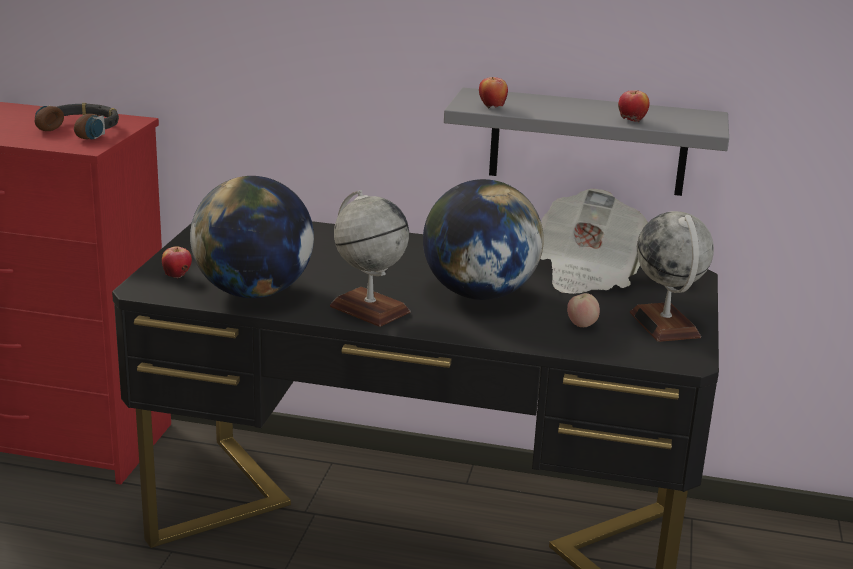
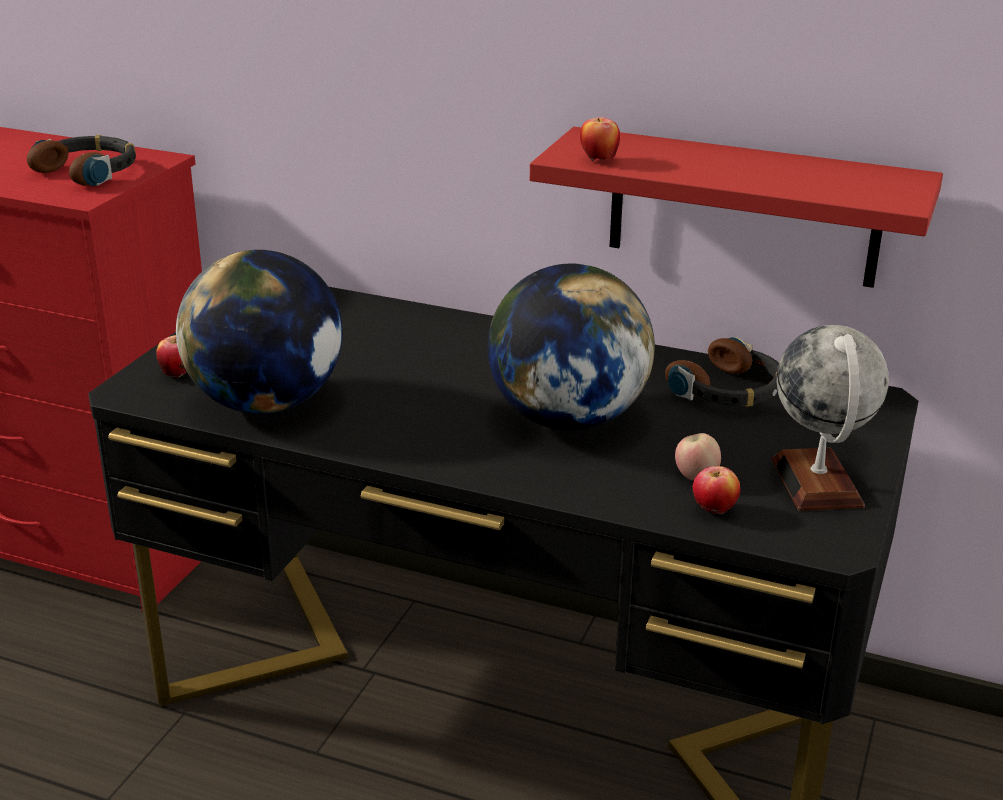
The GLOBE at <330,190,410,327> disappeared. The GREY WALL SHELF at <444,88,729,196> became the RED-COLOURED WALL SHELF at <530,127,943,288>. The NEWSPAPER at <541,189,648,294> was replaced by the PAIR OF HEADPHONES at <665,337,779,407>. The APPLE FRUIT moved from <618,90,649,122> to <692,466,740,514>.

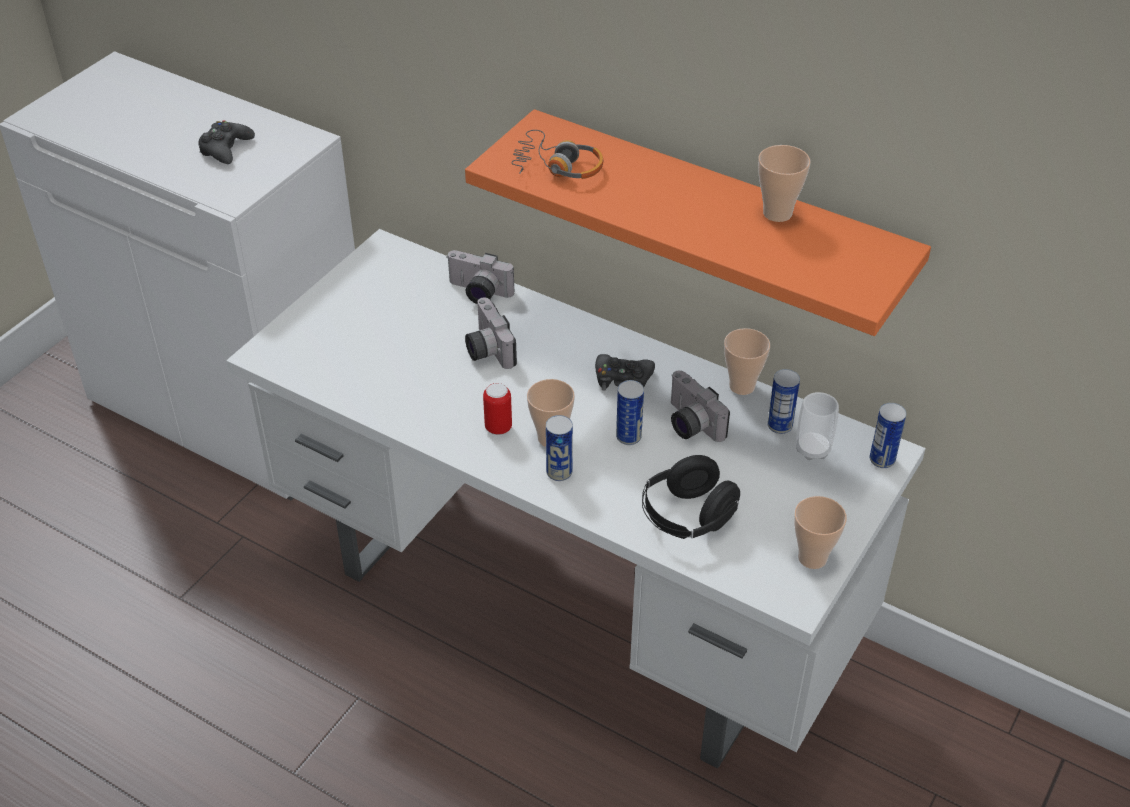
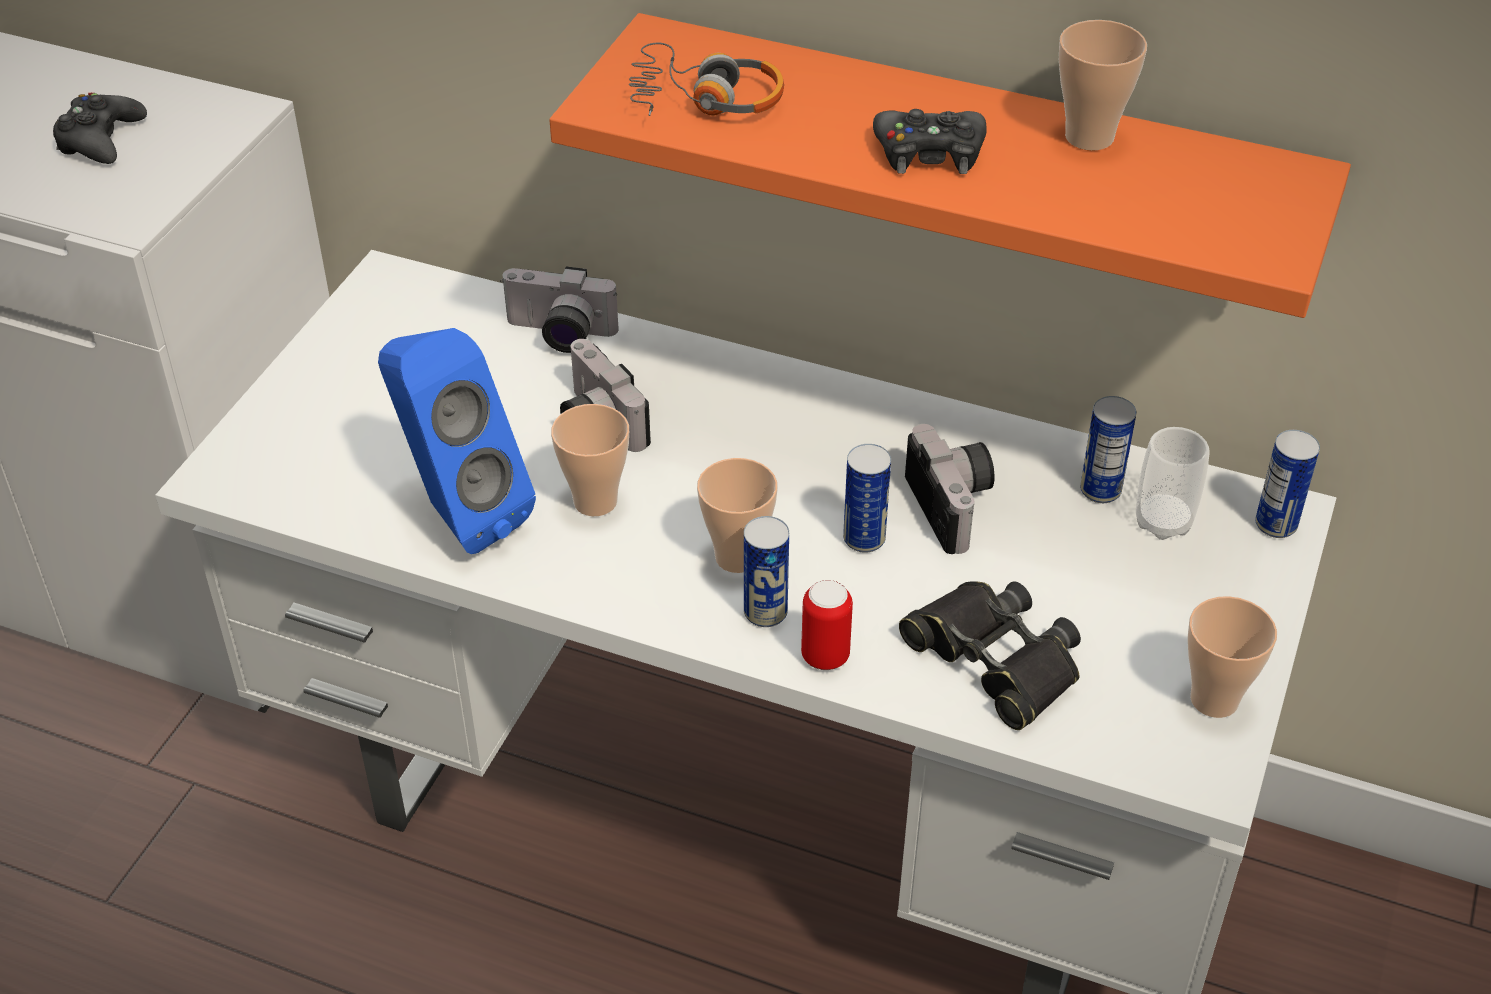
The METAL CAN moved from <483,383,512,435> to <801,580,853,670>. The BLACK JOYPAD moved from <595,354,655,391> to <873,109,987,174>. The BLACK PAIR OF HEADPHONES at <642,455,740,539> was replaced by the BLACK PAIR OF BINOCULARS at <899,581,1081,730>. The PHOTO CAMERA at <671,370,730,442> turned 150 degrees counterclockwise. The CUP moved from <724,328,770,395> to <551,404,629,517>. The BLUE-COLOURED SPEAKER at <378,328,536,554> appeared.

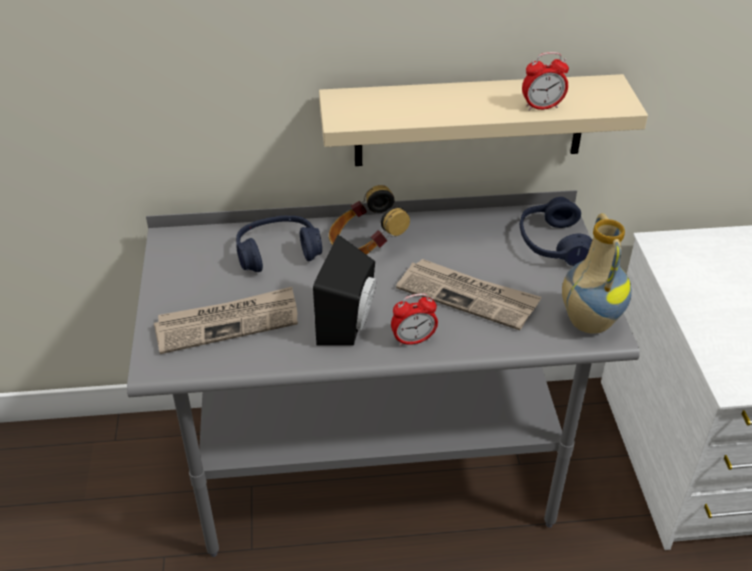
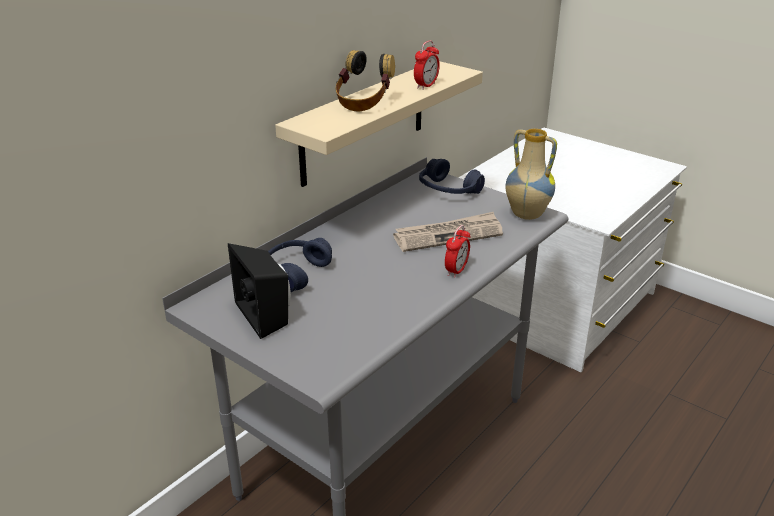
The NEWSPAPER at <154,287,298,354> disappeared. The BLACK SPEAKER moved from <313,235,376,345> to <228,243,291,339>. The PAIR OF HEADPHONES moved from <329,185,410,255> to <336,50,395,111>.

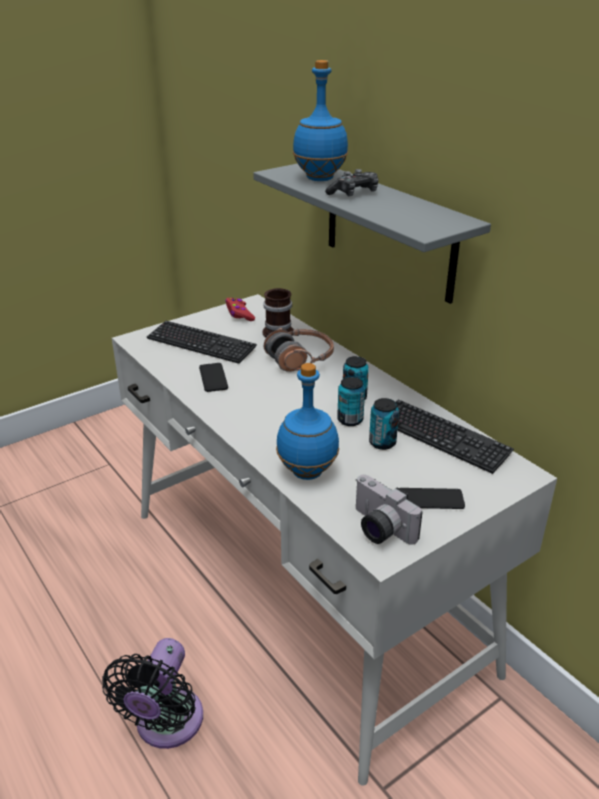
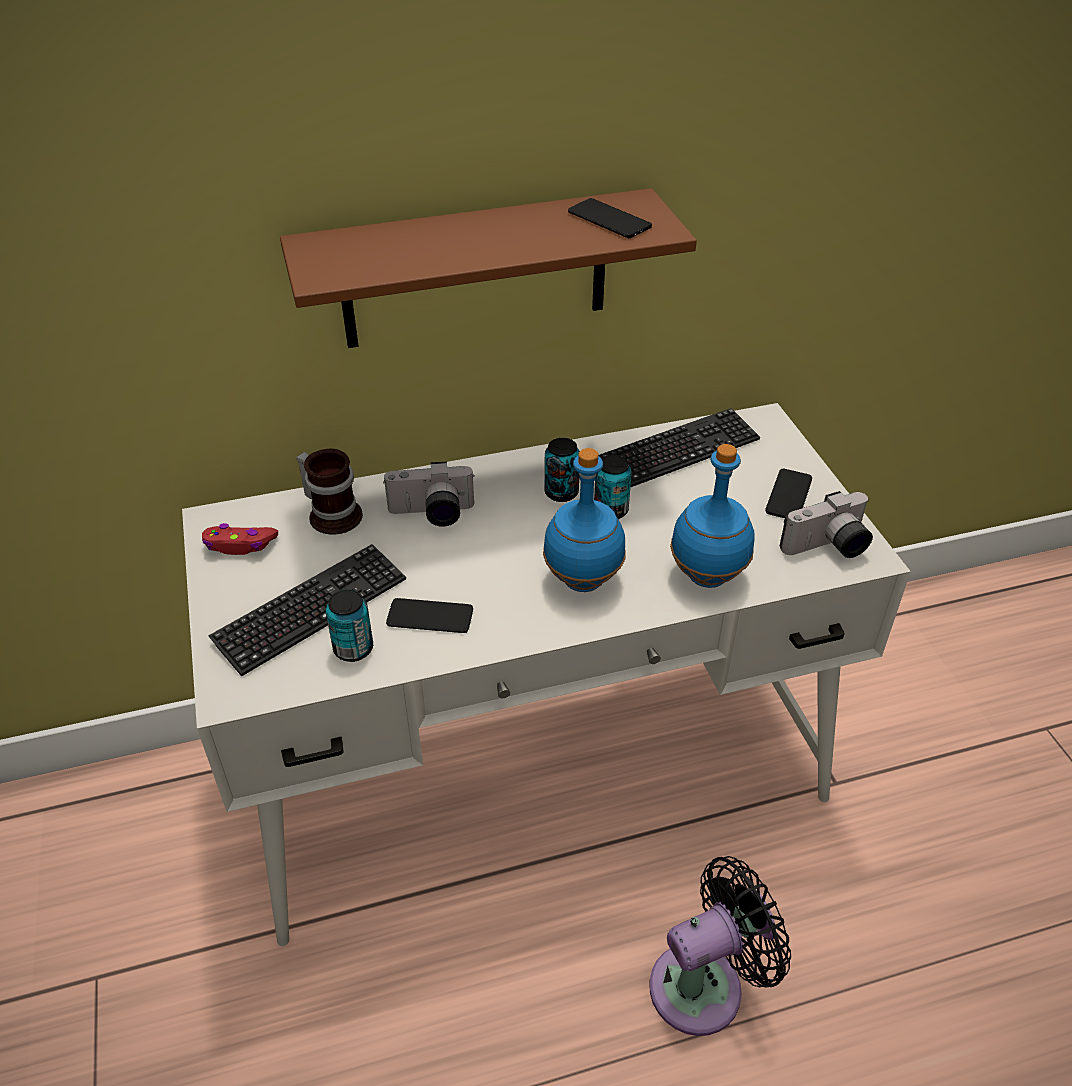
The BLACK FAN at <102,638,203,749> turned 60 degrees counterclockwise. The GREY WALL SHELF at <253,163,491,304> became the BROWN-COLOURED WALL SHELF at <280,188,697,348>. The PAIR OF HEADPHONES at <264,328,334,372> was replaced by the PHOTO CAMERA at <383,461,475,527>. The BLUE-COLOURED BEVERAGE BOTTLE moved from <293,60,348,181> to <543,448,626,592>. The JOYPAD at <325,169,379,196> disappeared. The METAL CAN moved from <369,398,399,450> to <326,589,373,662>. The TELEPHONE at <568,198,652,238> appeared.

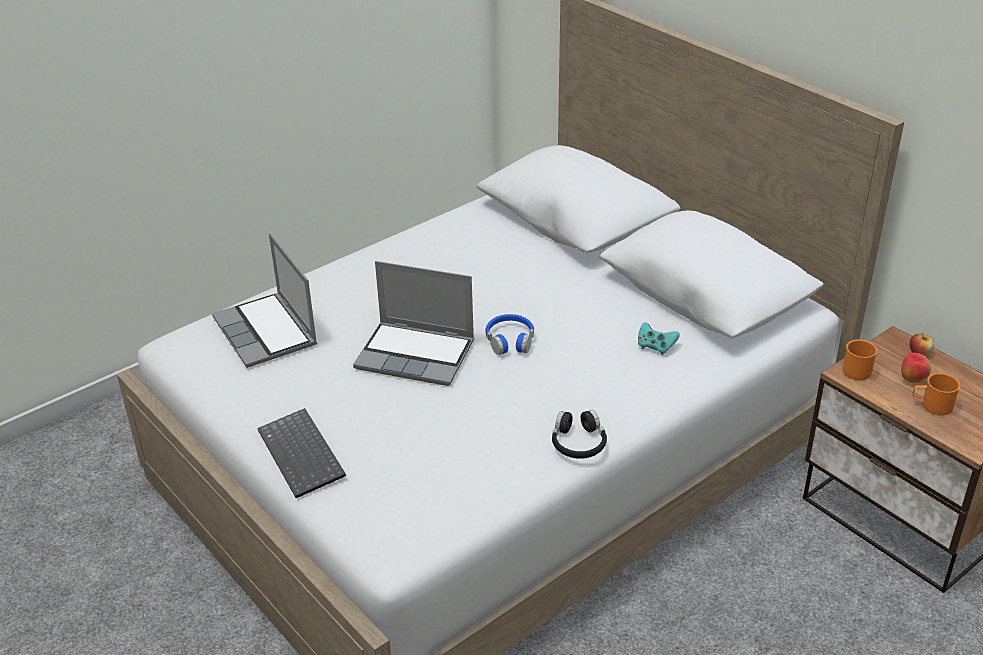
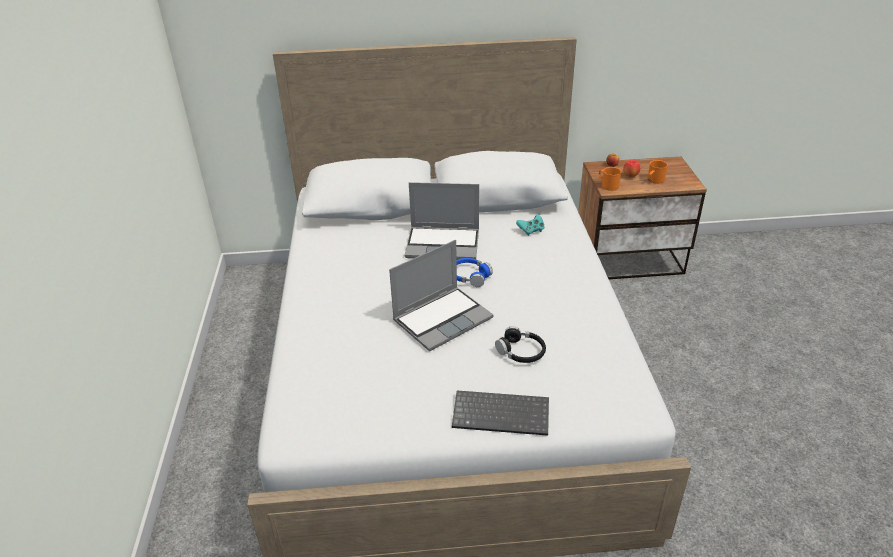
The NOTEBOOK COMPUTER moved from <212,233,317,368> to <405,182,479,260>. The BLACK PAIR OF HEADPHONES moved from <552,410,607,459> to <495,326,546,363>.

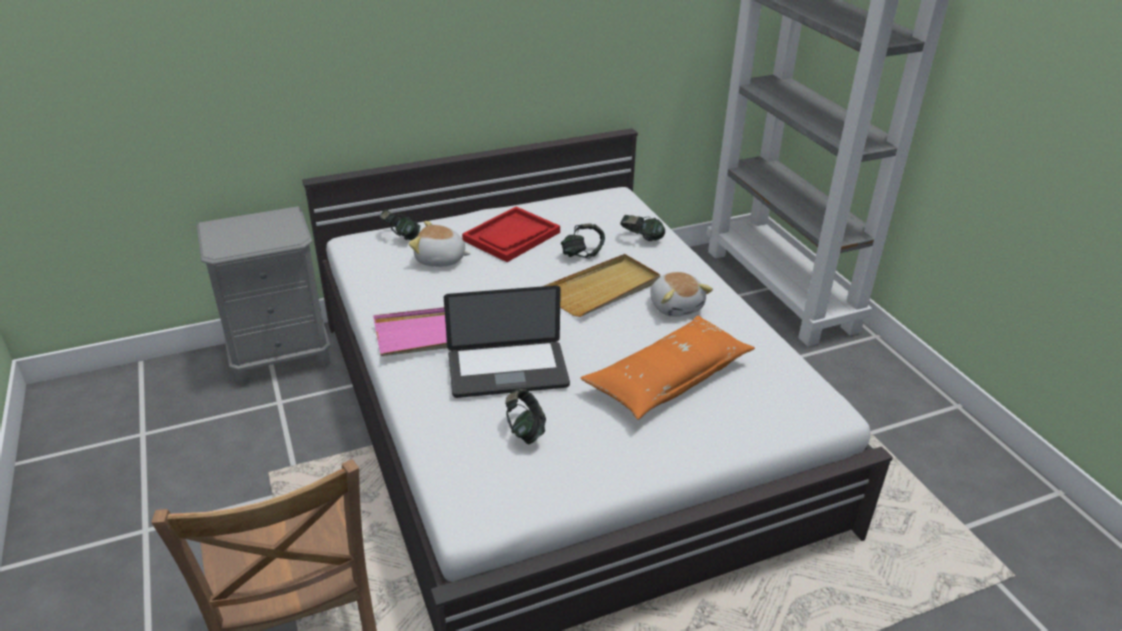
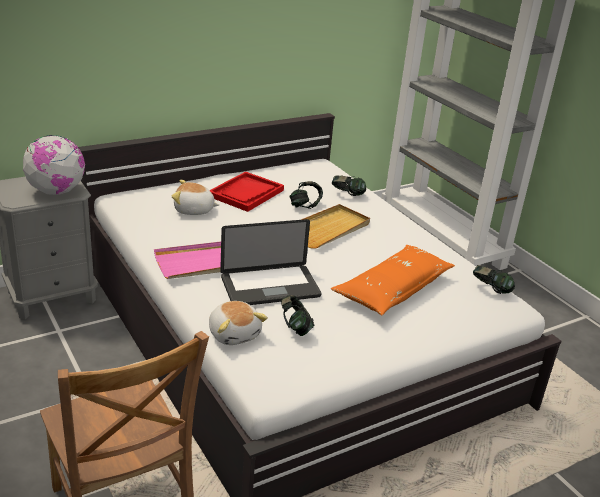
The PAIR OF HEADPHONES moved from <380,210,420,240> to <473,265,515,294>. The PLUSH TOY moved from <650,272,713,317> to <209,301,268,345>. The GLOBE at <23,135,85,195> appeared.

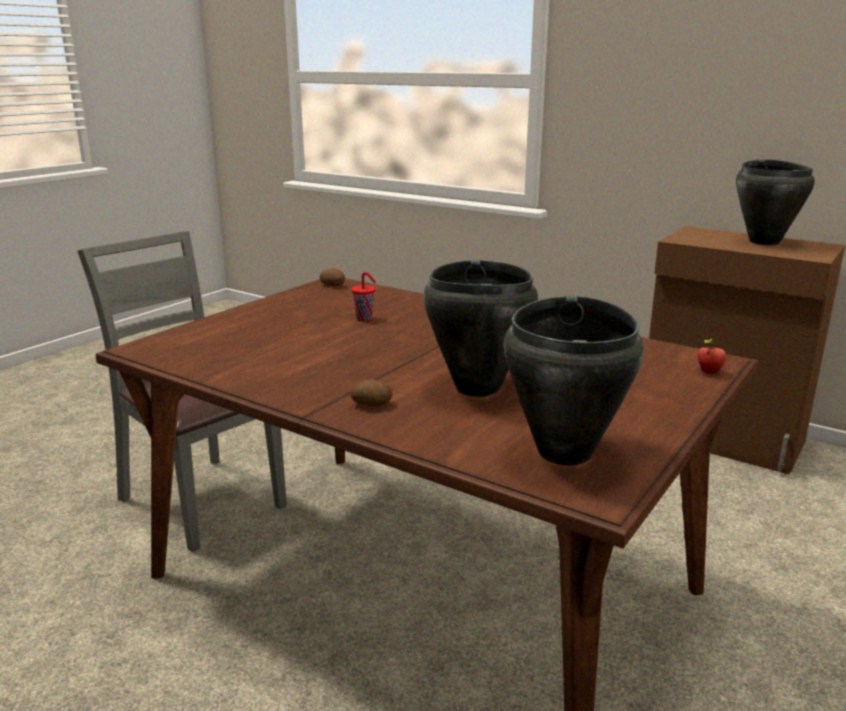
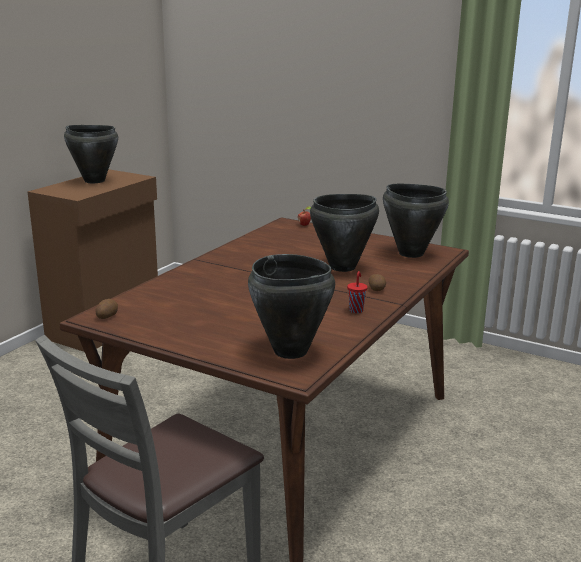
The RED-COLOURED CUP moved from <351,272,376,321> to <347,271,368,313>. The BLACK SAUCEPOT at <248,254,335,359> appeared.

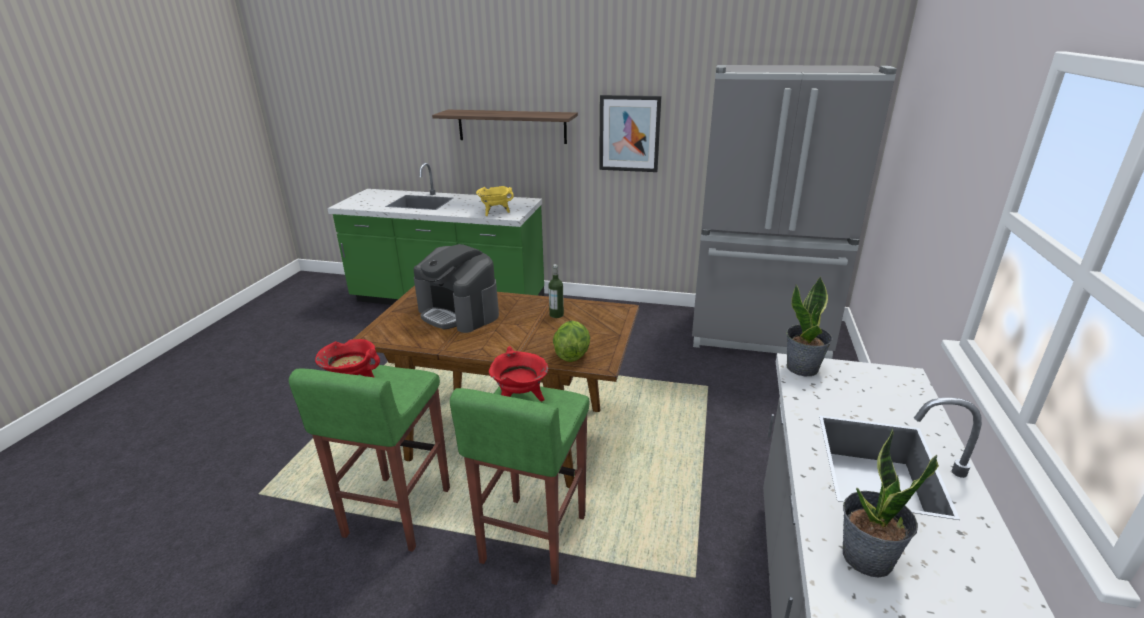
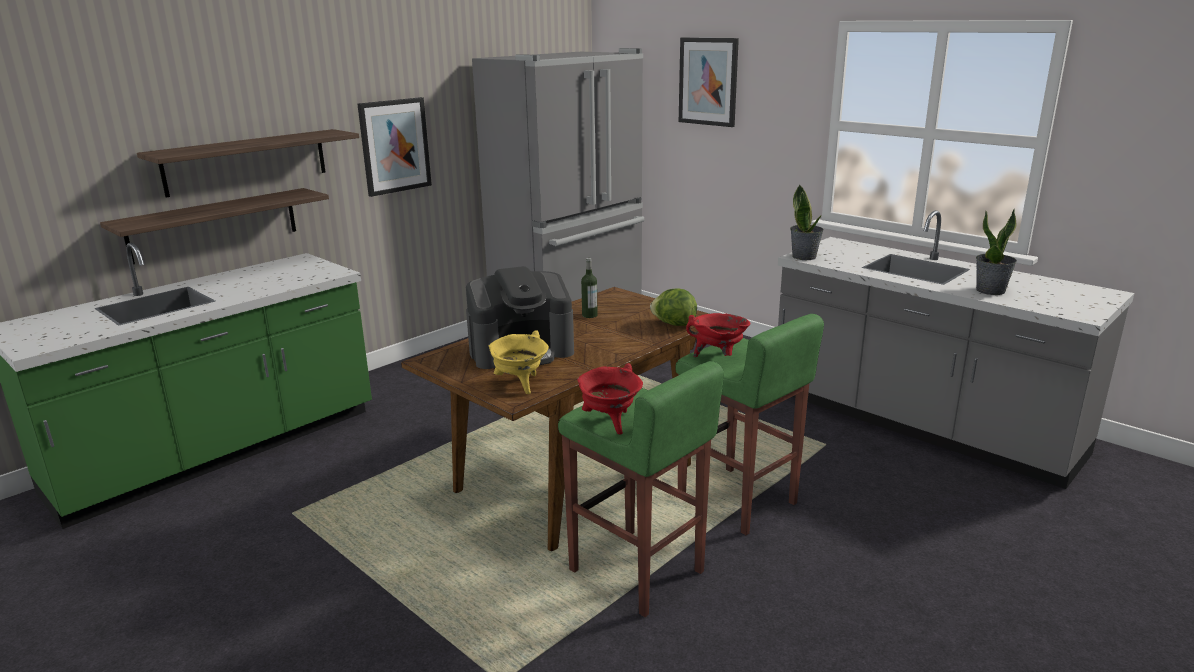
The YELLOW-COLOURED SAUCEPOT moved from <476,186,514,216> to <488,330,549,394>. The WALL SHELF at <100,188,329,264> appeared. The WALL ART at <679,38,739,127> appeared.

